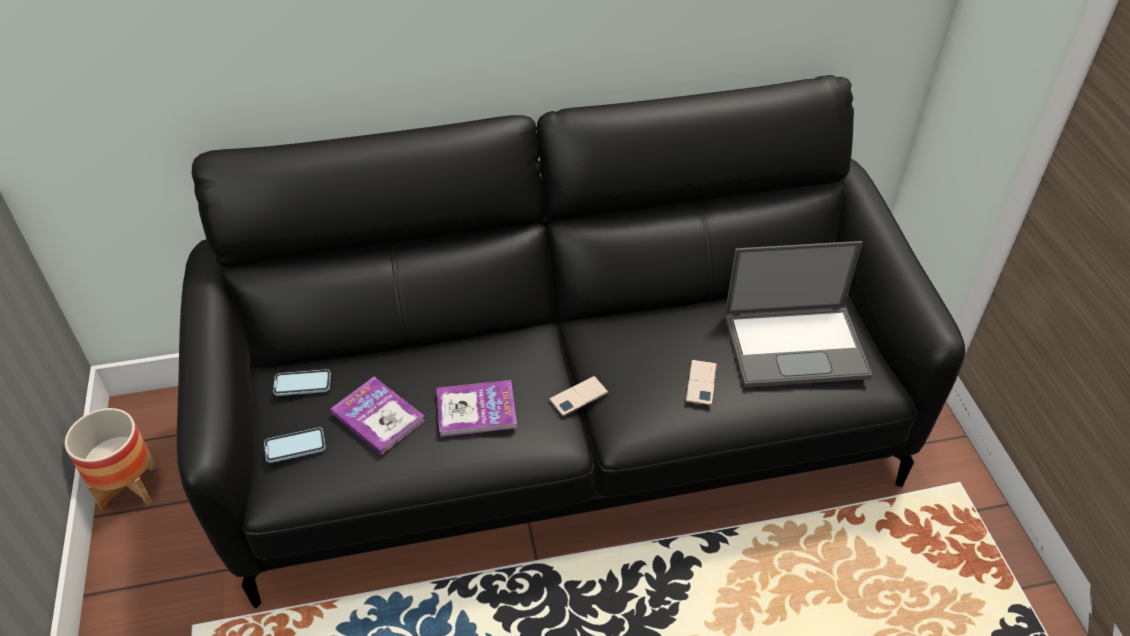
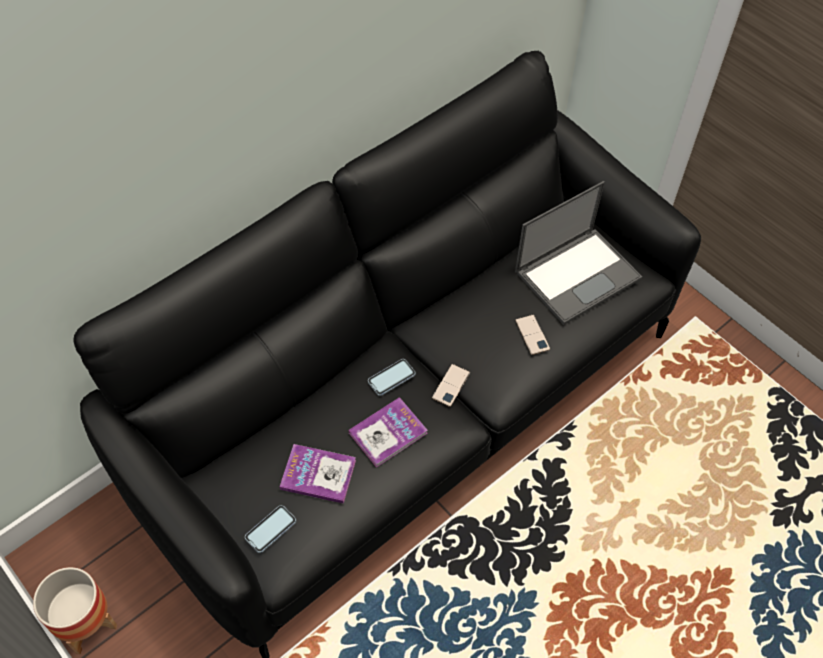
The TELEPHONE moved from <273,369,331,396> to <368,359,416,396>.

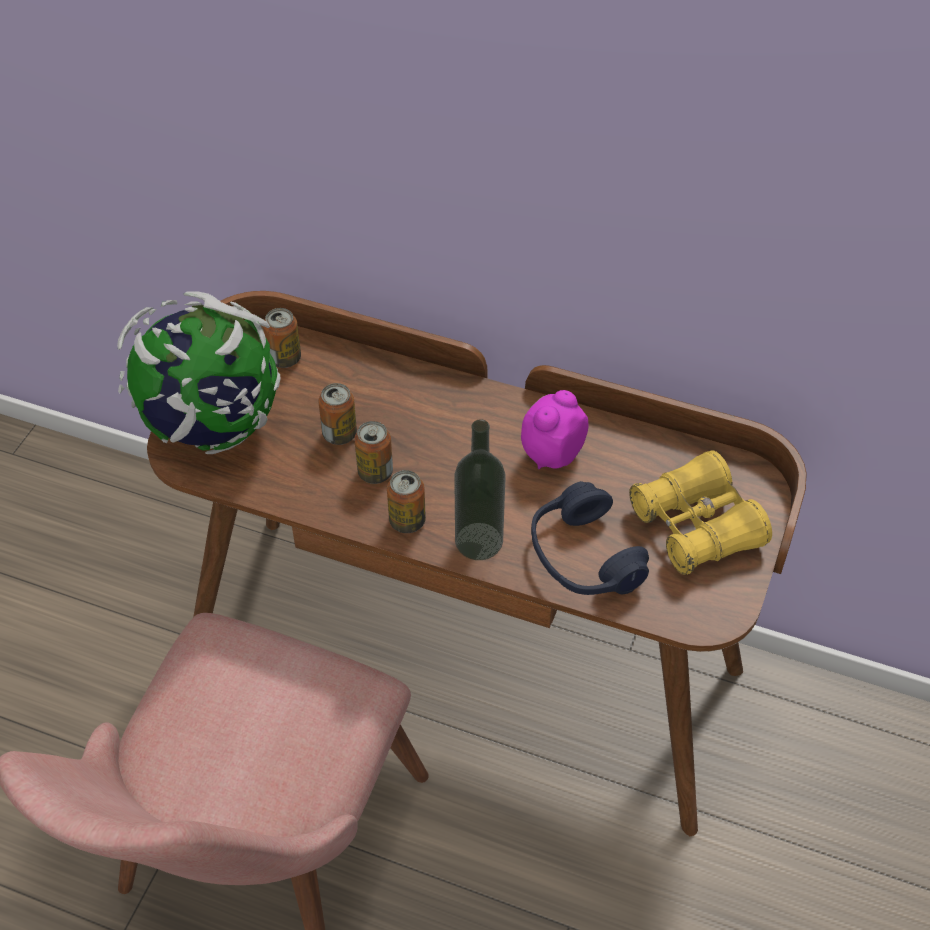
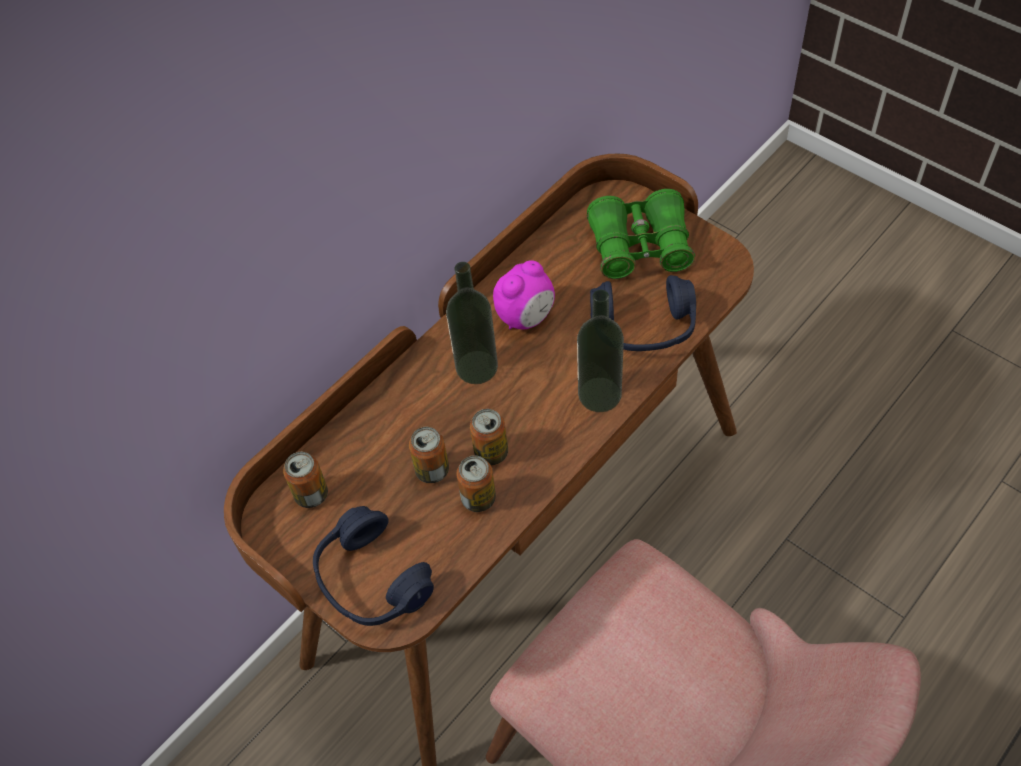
The GLOBE at <117,291,281,454> was replaced by the BLUE-COLOURED PAIR OF HEADPHONES at <313,506,434,626>. The METAL CAN moved from <387,470,426,533> to <456,455,496,512>. The TABLE CLOCK at <521,390,588,469> turned 105 degrees counterclockwise. The YELLOW-COLOURED PAIR OF BINOCULARS at <629,450,772,575> became the GREENISH PAIR OF BINOCULARS at <587,189,695,279>. The BEVERAGE BOTTLE at <446,262,498,384> appeared.

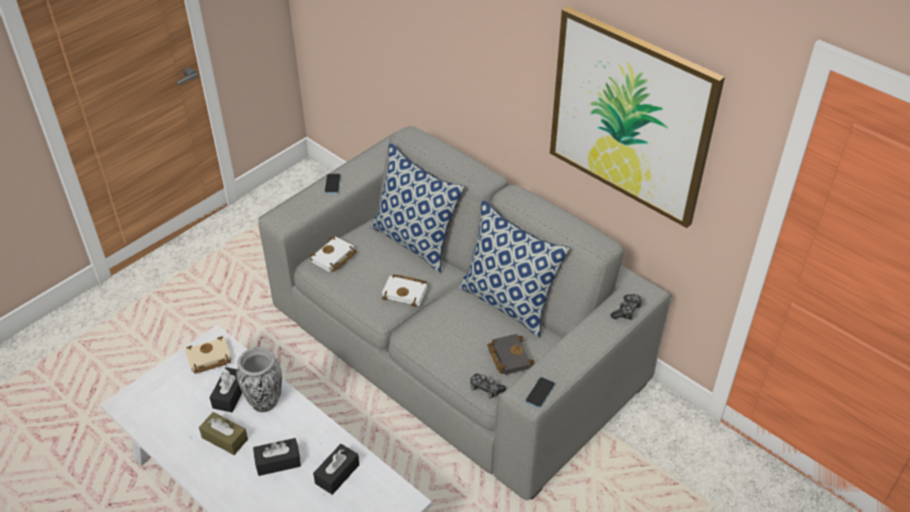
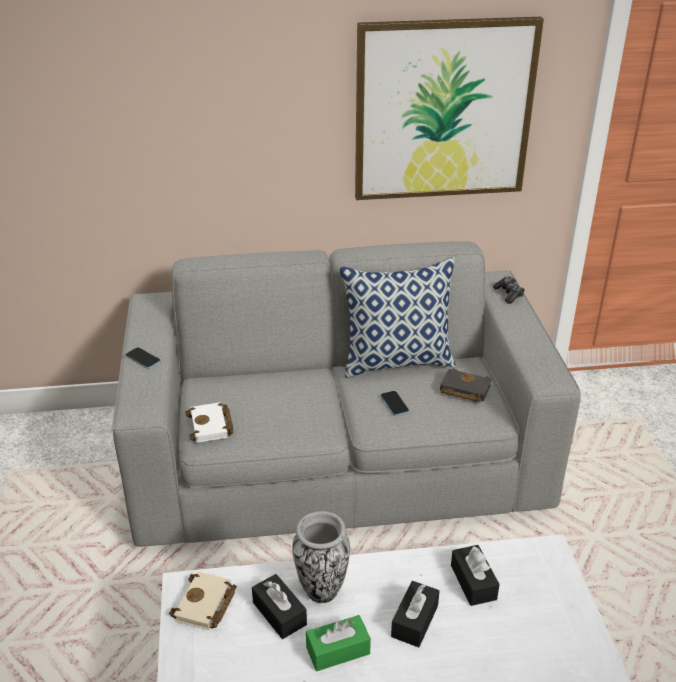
The BROWN-COLOURED BOX OF TISSUES at <199,412,248,455> became the GREENISH BOX OF TISSUES at <306,615,371,671>. The THROW PILLOW at <371,143,464,273> disappeared. The WHITE-COLOURED BOOK at <382,274,427,307> disappeared. The JOYPAD at <470,374,506,399> disappeared. The TELEPHONE moved from <525,377,555,408> to <381,391,409,416>.

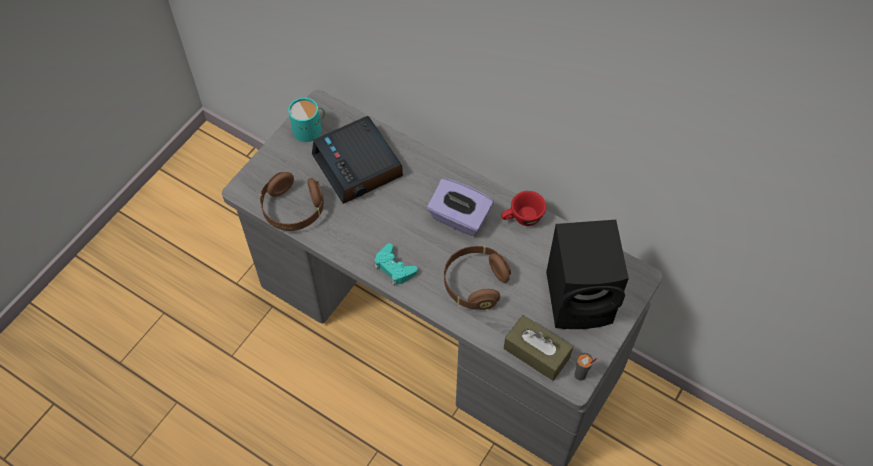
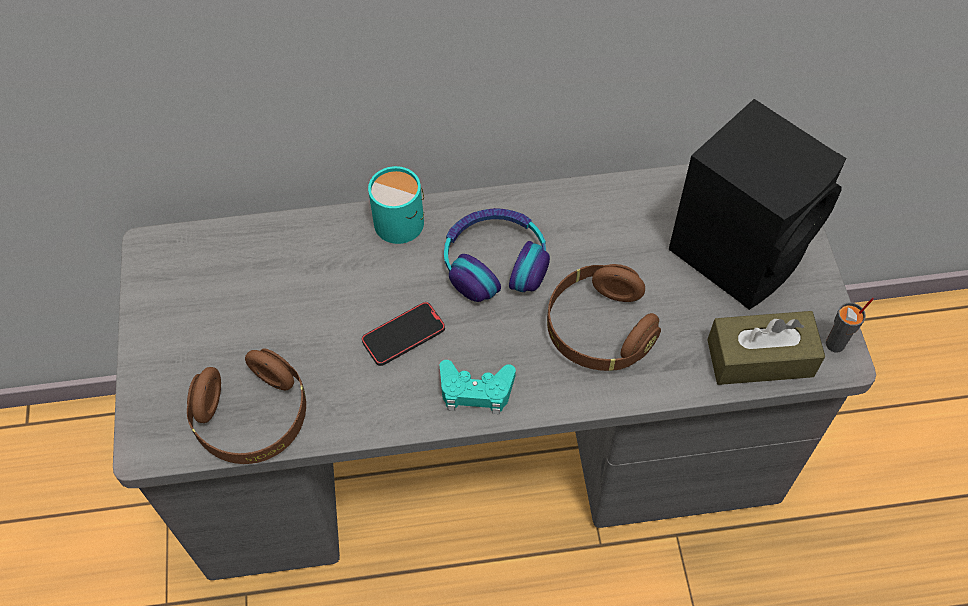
The BLUE-GREEN COFFEE MUG moved from <288,98,325,142> to <368,166,424,244>. The TABLE CLOCK at <312,116,403,204> disappeared. The PURPLE-COLOURED BOX OF TISSUES at <427,178,494,236> was replaced by the PAIR OF HEADPHONES at <444,208,550,302>. The RED-COLOURED CUP at <501,191,546,226> disappeared. The TELEPHONE at <361,302,445,366> appeared.

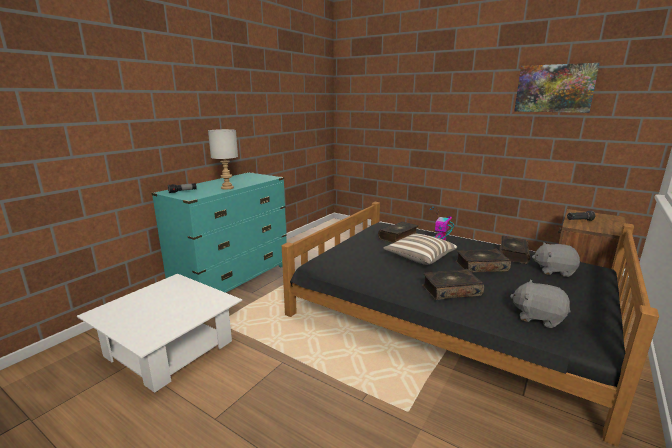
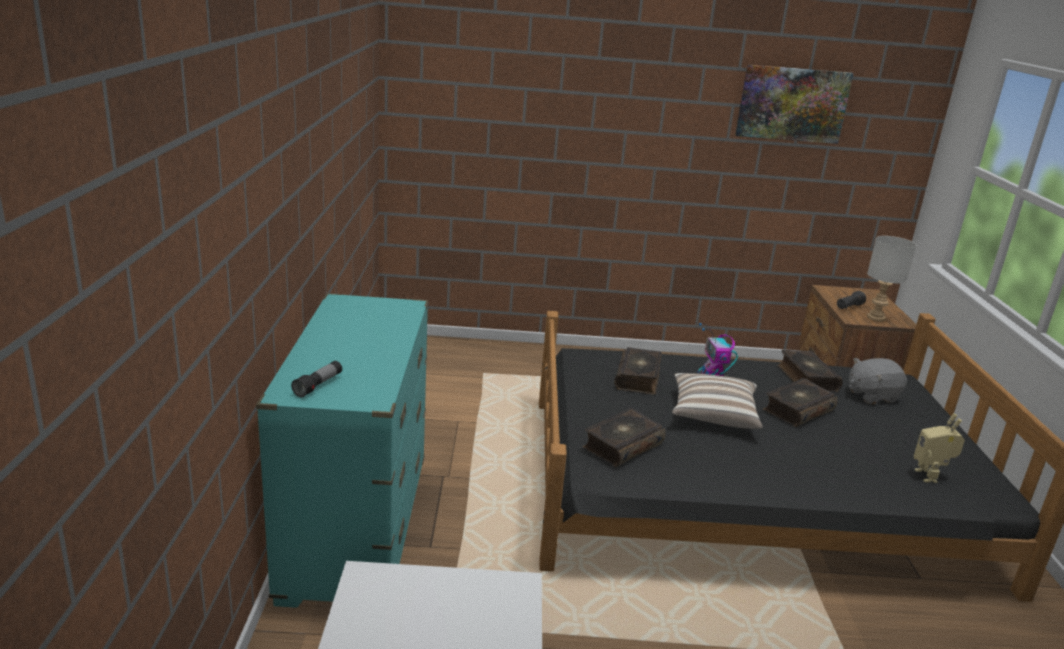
The GREY LAMP FOR A TABLE moved from <208,129,238,190> to <867,236,916,321>. The BOOK moved from <422,269,484,300> to <583,408,666,467>. The GREY PLUSH TOY at <510,280,571,328> was replaced by the TOY ROBOT at <914,413,965,483>.

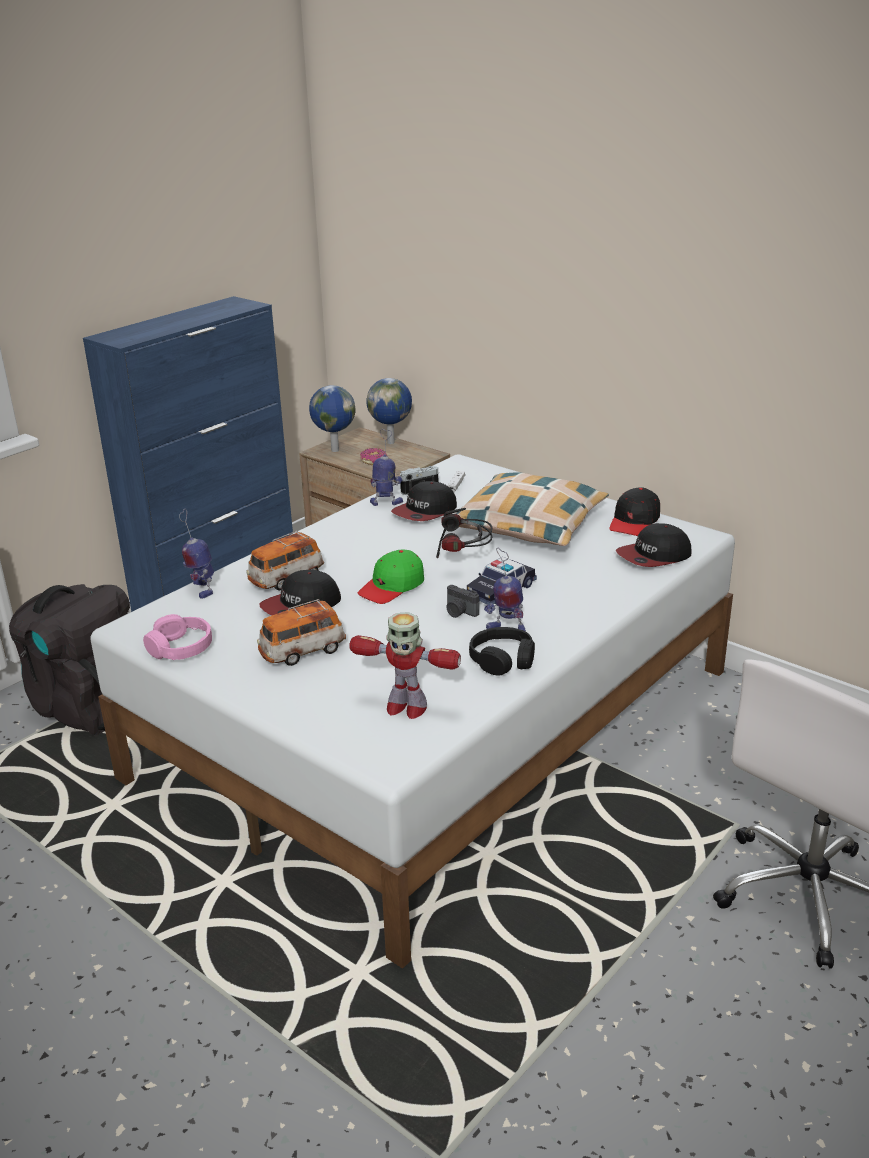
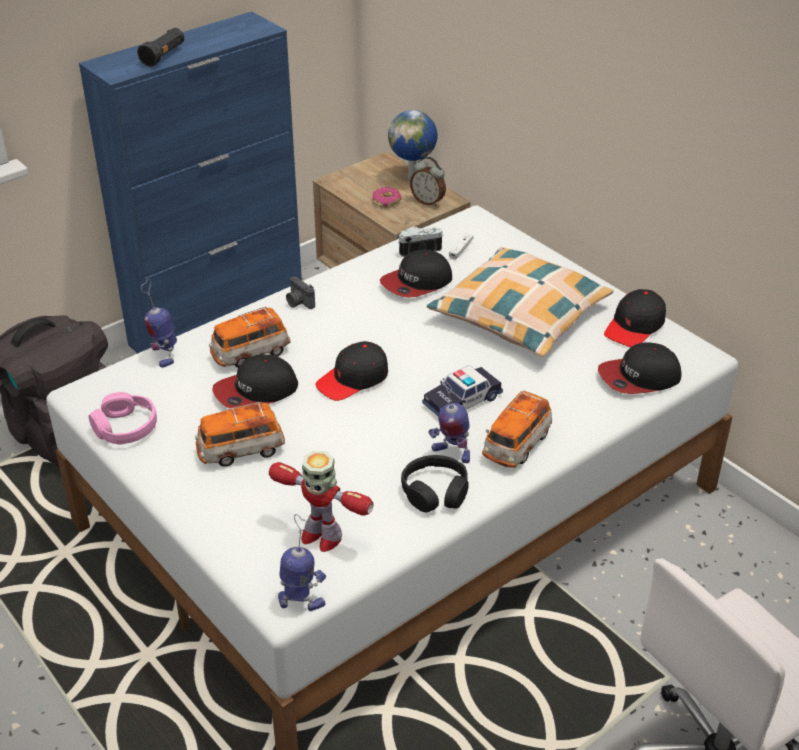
The GLOBE at <309,385,355,452> disappeared. The GREENISH CAP at <357,549,424,604> became the BLACK CAP at <315,341,388,401>. The TOY ROBOT moved from <370,429,403,506> to <278,514,326,611>. The PAIR OF HEADPHONES at <436,508,493,558> disappeared. The PHOTO CAMERA moved from <446,585,479,618> to <286,276,315,309>. The BLACK FLASHLIGHT at <137,28,184,67> appeared. The TABLE CLOCK at <410,157,446,207> appeared. The TOY CAR at <482,391,552,468> appeared.

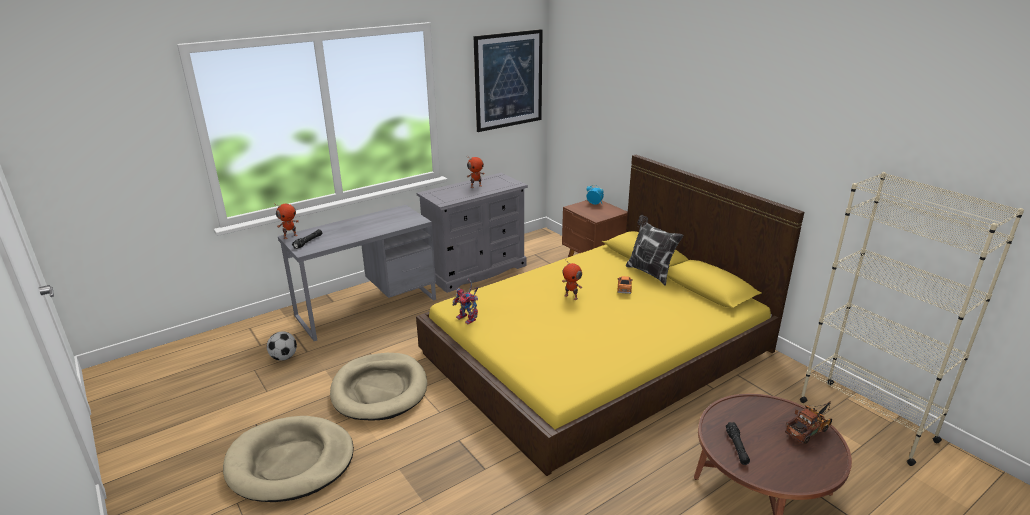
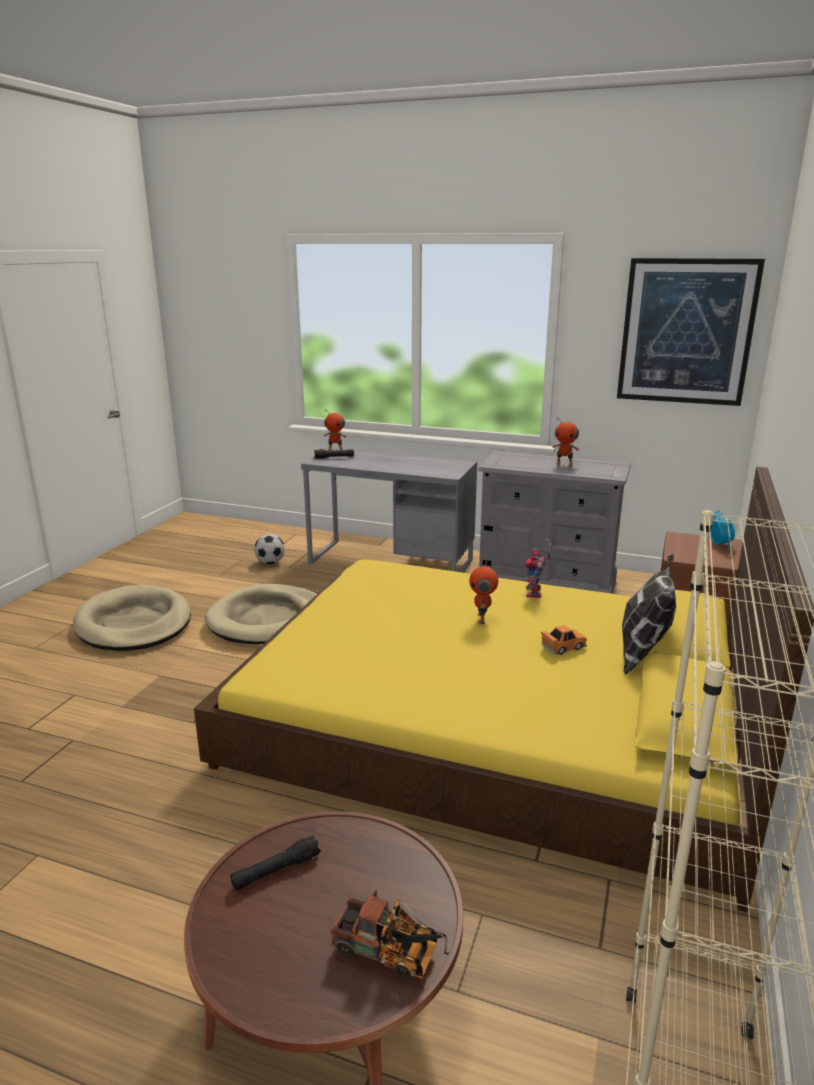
The TOY ROBOT moved from <453,279,478,324> to <525,539,552,598>.

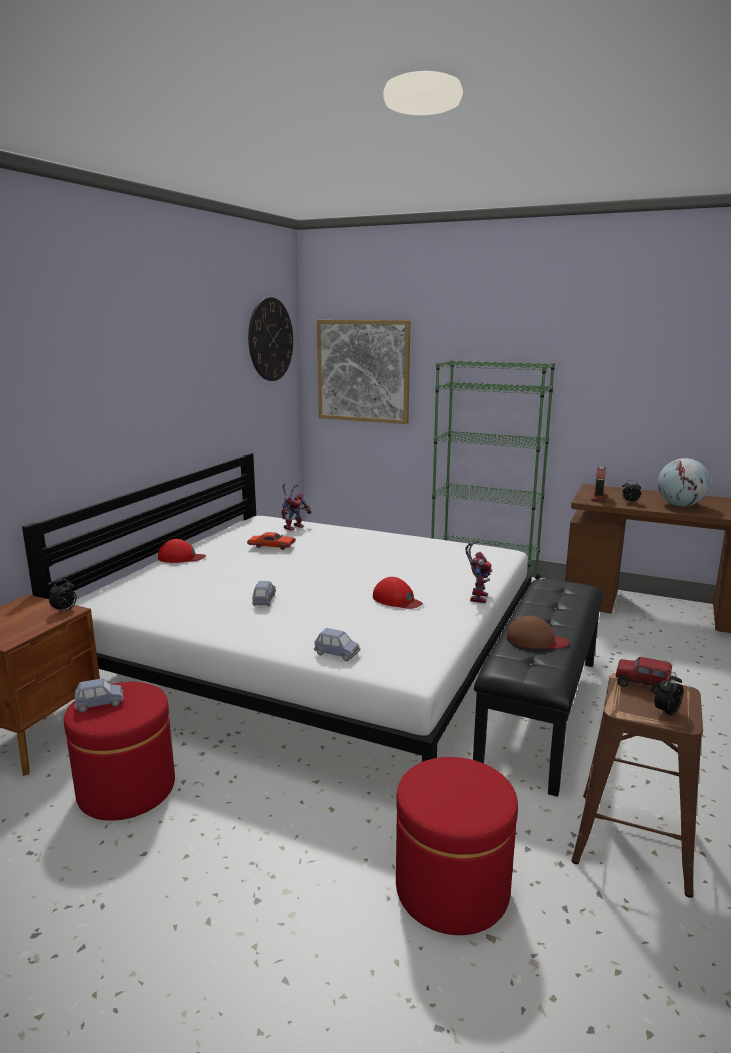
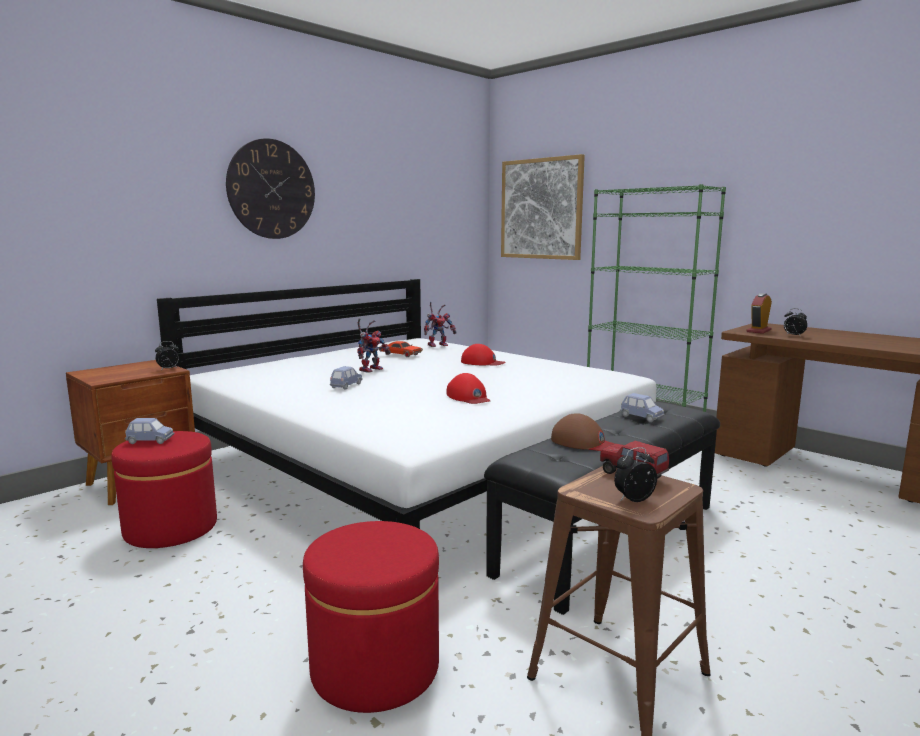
The RED-COLOURED CAP moved from <158,539,206,563> to <461,344,506,366>. The HANGING CLOCK moved from <248,297,293,381> to <226,138,315,239>. The BLUE-COLOURED TOY CAR moved from <314,628,360,661> to <620,393,665,422>. The TOY ROBOT moved from <465,541,492,603> to <357,318,391,373>. The GLOBE at <658,458,711,507> disappeared.

